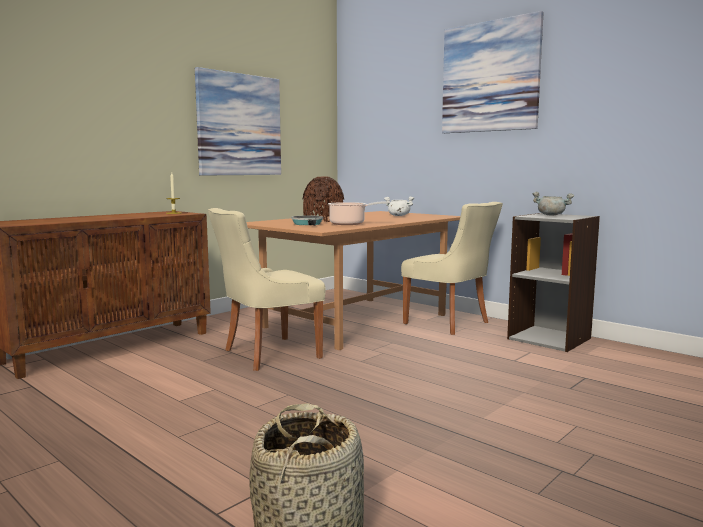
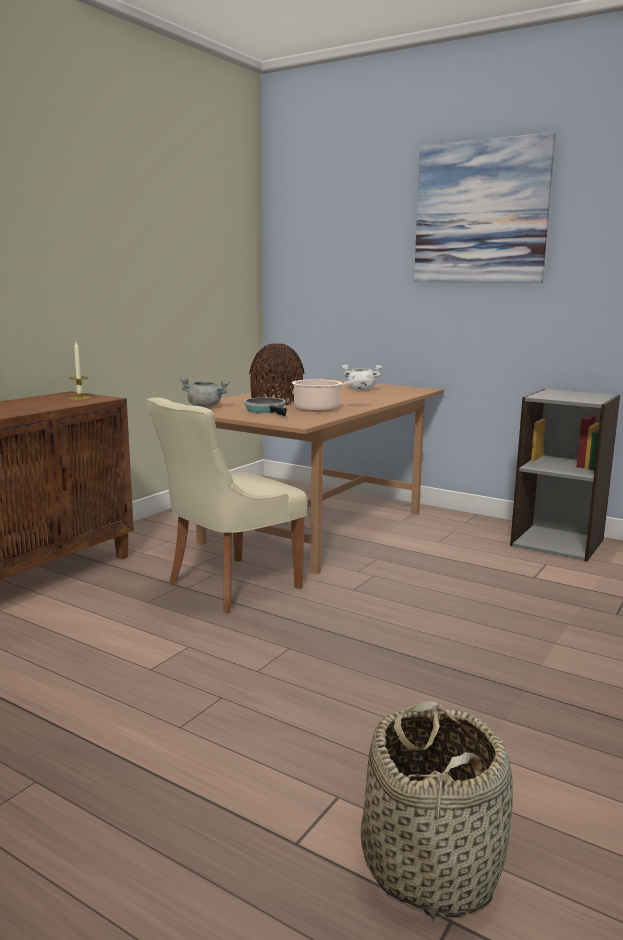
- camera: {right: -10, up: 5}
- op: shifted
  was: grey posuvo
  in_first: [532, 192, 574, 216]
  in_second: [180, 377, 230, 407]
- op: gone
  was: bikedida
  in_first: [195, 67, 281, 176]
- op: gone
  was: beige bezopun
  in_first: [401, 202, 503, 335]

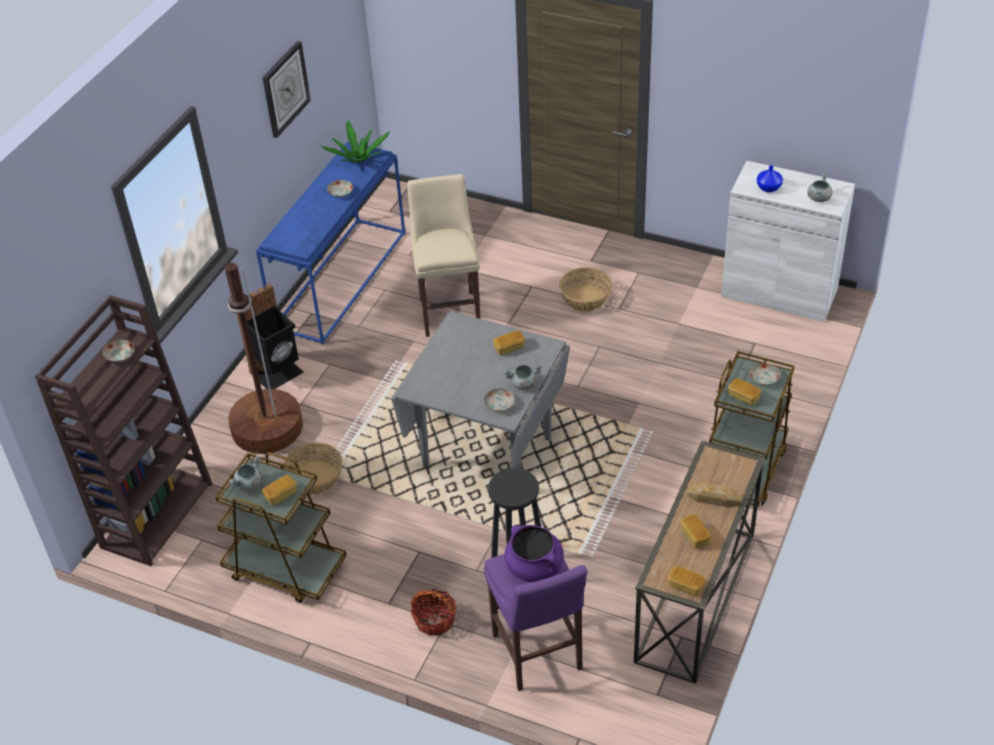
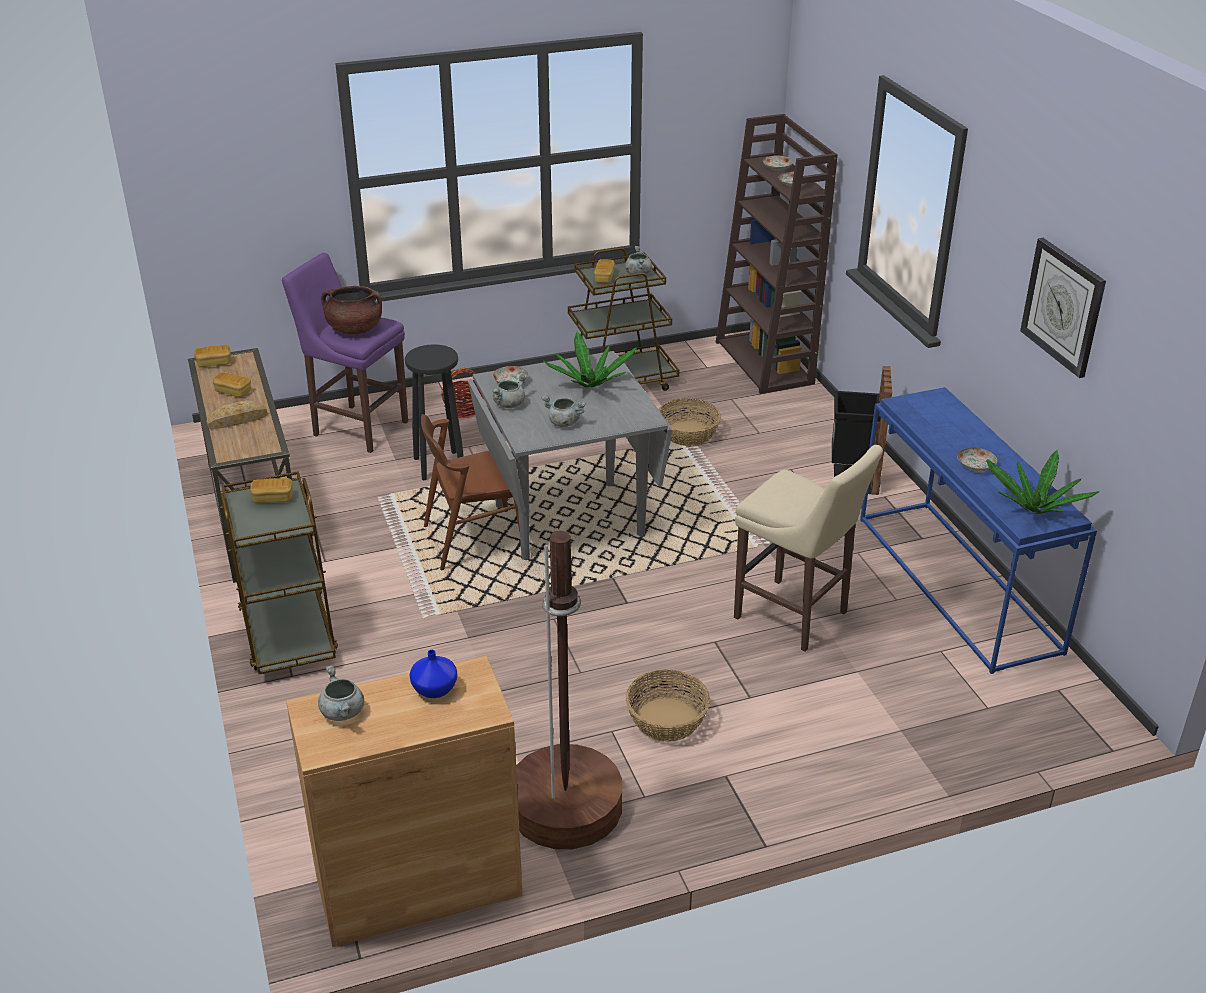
- camera: {right: 135, up: -10}
- op: repainted
  was: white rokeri
  now: brown rokeri
  in_first: [721, 161, 855, 322]
  in_second: [286, 656, 523, 947]
- op: repainted
  was: purple posuvo
  now: brown posuvo
  in_first: [504, 525, 564, 582]
  in_second: [321, 286, 382, 334]
- op: new
  now: brown bezopun
  in_second: [421, 414, 520, 570]
- op: shifted
  was: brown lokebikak
  in_first: [225, 263, 303, 454]
  in_second: [516, 531, 622, 849]
- op: swapped
  was: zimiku
  now: grey posuvo
  in_first: [493, 330, 525, 355]
  in_second: [541, 395, 586, 427]
- op: new
  now: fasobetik
  in_second: [543, 331, 637, 387]
- op: shifted
  was: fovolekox
  in_first: [750, 363, 781, 385]
  in_second: [763, 156, 793, 171]

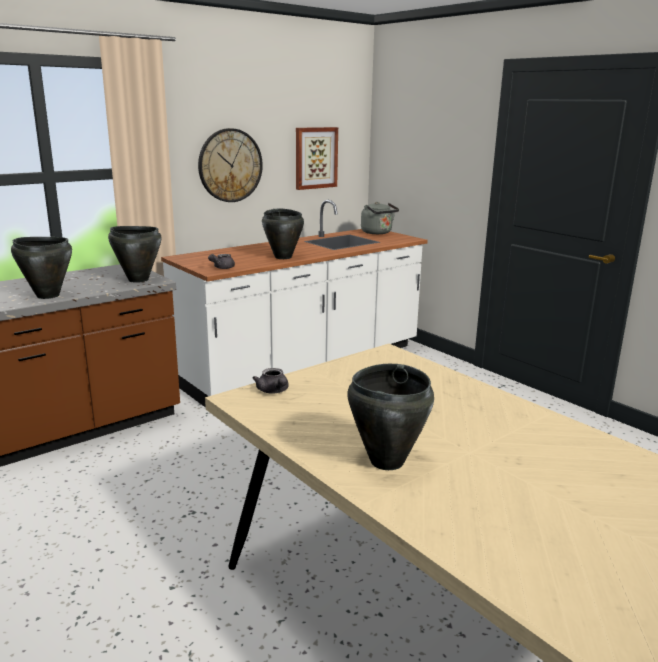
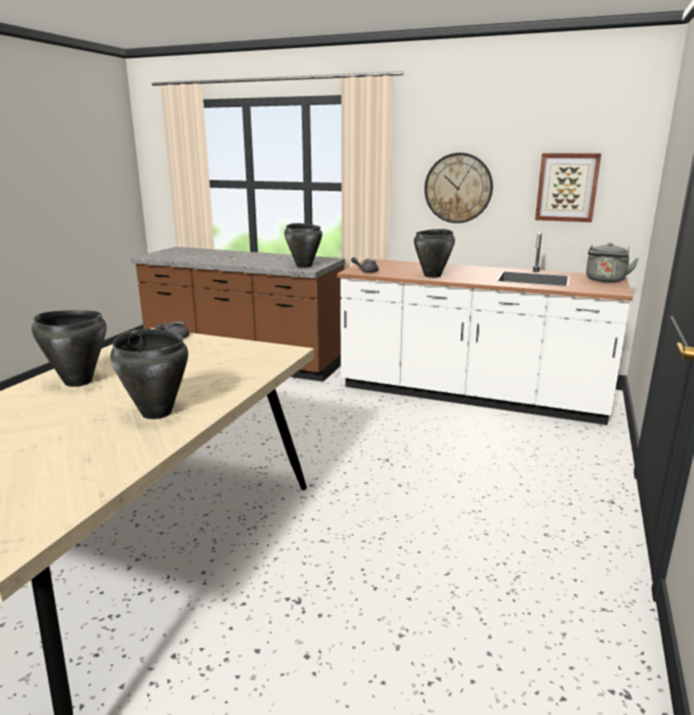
- camera: {right: 60, up: 0}
- op: shifted
  was: black posuvo
  in_first: [11, 237, 72, 299]
  in_second: [110, 329, 188, 419]

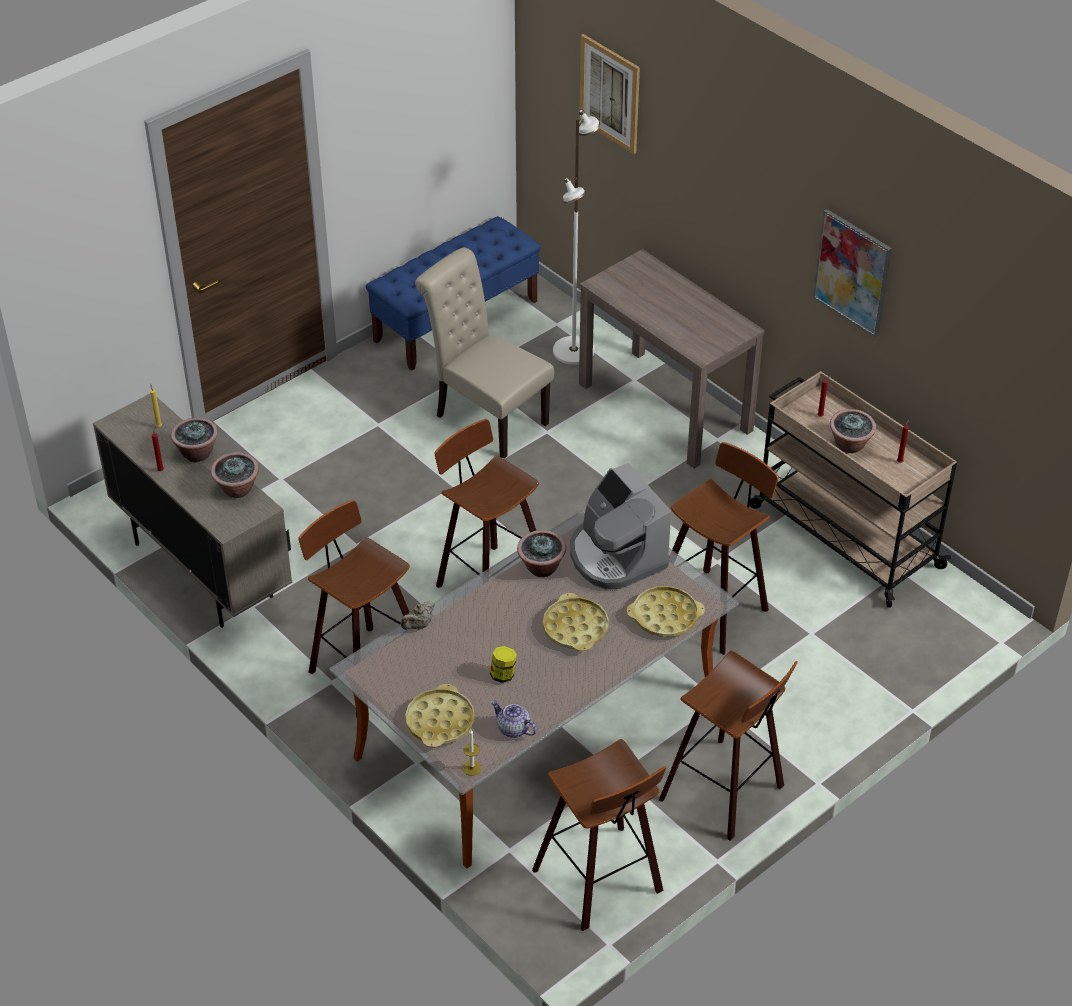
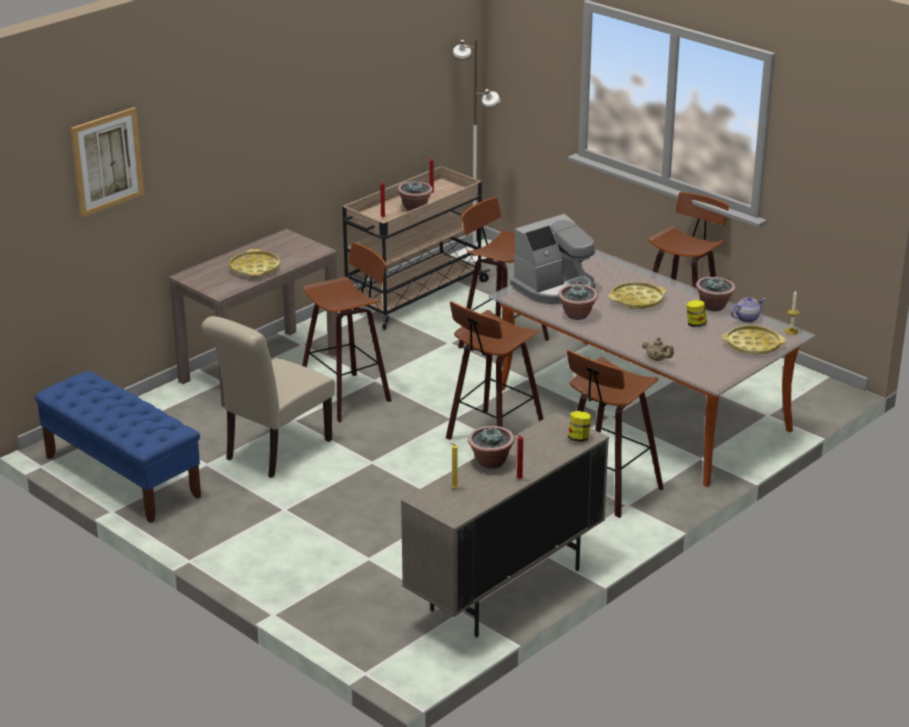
- camera: {right: -95, up: -15}
- op: shifted
  was: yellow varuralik
  in_first: [627, 586, 705, 637]
  in_second: [230, 249, 280, 276]
- op: shifted
  was: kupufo
  in_first: [532, 739, 666, 931]
  in_second: [302, 243, 392, 423]
- op: shifted
  was: white lokebikak
  in_first: [553, 110, 600, 365]
  in_second: [452, 40, 501, 265]
- op: new
  now: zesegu
  in_second: [568, 411, 592, 442]
- op: shifted
  was: fasobetik
  in_first: [211, 452, 259, 498]
  in_second: [696, 277, 735, 312]
- op: rotated
  was: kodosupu
  in_first: [491, 700, 537, 738]
  in_second: [731, 297, 766, 323]
  clockwise: -150
- op: gone
  was: bikedida
  in_first: [813, 209, 892, 337]

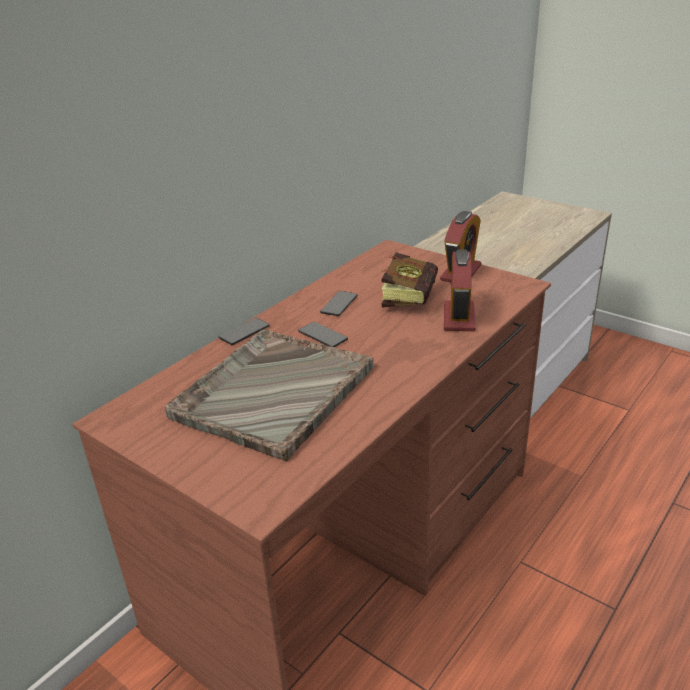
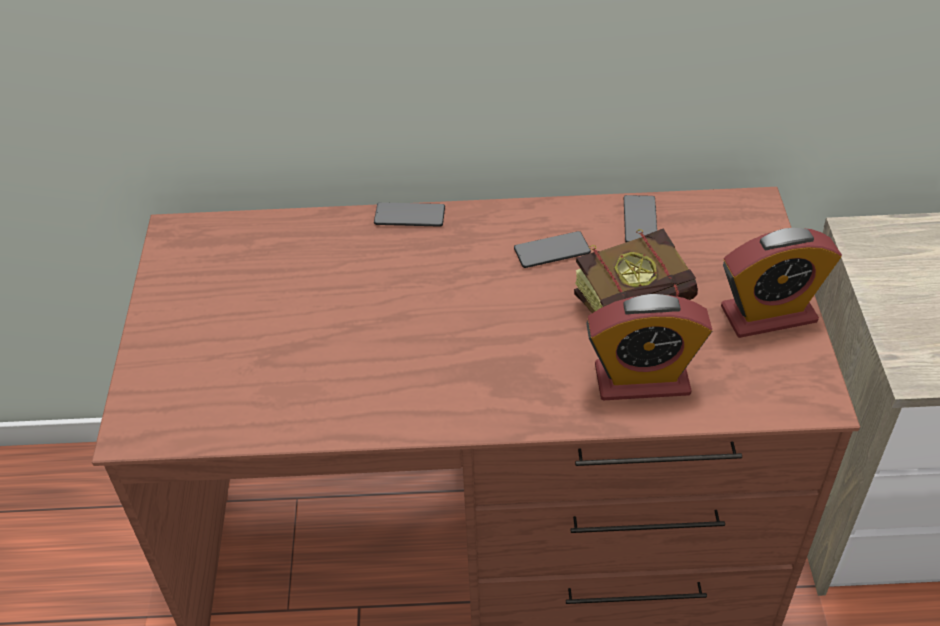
- camera: {right: 50, up: 15}
- op: rotated
  was: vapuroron
  in_first: [444, 249, 476, 331]
  in_second: [586, 294, 712, 400]
  clockwise: -150
- op: shifted
  was: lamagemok
  in_first: [298, 322, 348, 347]
  in_second: [624, 195, 657, 242]
- op: gone
  was: grey varuralik
  in_first: [165, 329, 373, 461]

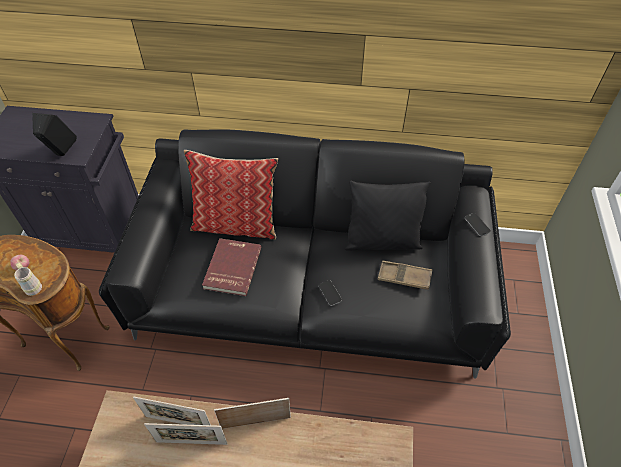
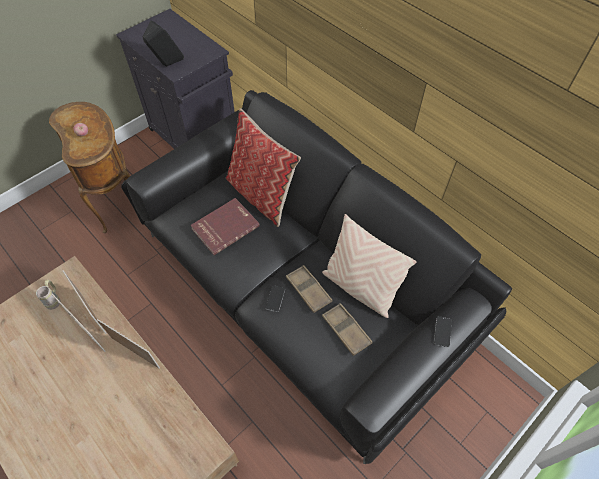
- camera: {right: 40, up: 5}
- op: shifted
  was: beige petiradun
  in_first: [14, 263, 42, 296]
  in_second: [36, 280, 61, 310]
- op: new
  now: brown varuralik
  in_second: [286, 265, 332, 313]
- op: repainted
  was: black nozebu
  now: beige nozebu
  in_first: [345, 181, 431, 250]
  in_second: [322, 214, 417, 318]

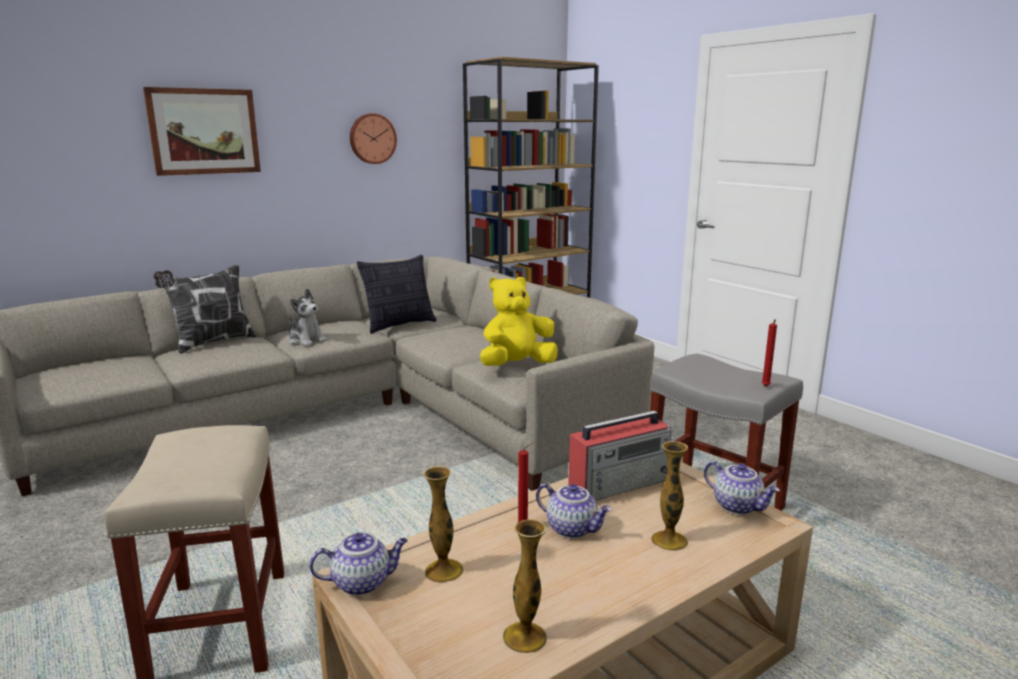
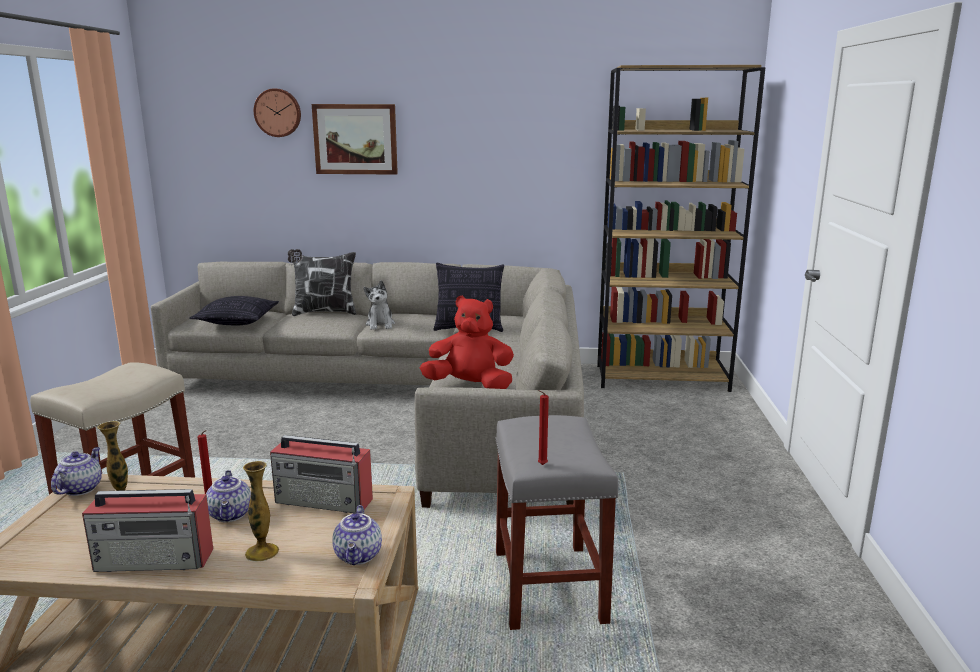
- camera: {right: 40, up: 0}
- op: rotated
  was: kodosupu
  in_first: [309, 532, 408, 596]
  in_second: [51, 447, 102, 496]
  clockwise: -105
- op: new
  now: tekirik
  in_second: [82, 489, 213, 572]
- op: new
  now: nozebu
  in_second: [189, 296, 279, 325]
- op: shifted
  was: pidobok
  in_first: [350, 113, 397, 164]
  in_second: [254, 88, 301, 137]
- op: repainted
  was: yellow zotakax
  now: red zotakax
  in_first: [480, 277, 558, 366]
  in_second: [420, 296, 514, 389]
- op: gone
  was: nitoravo
  in_first: [502, 519, 547, 653]

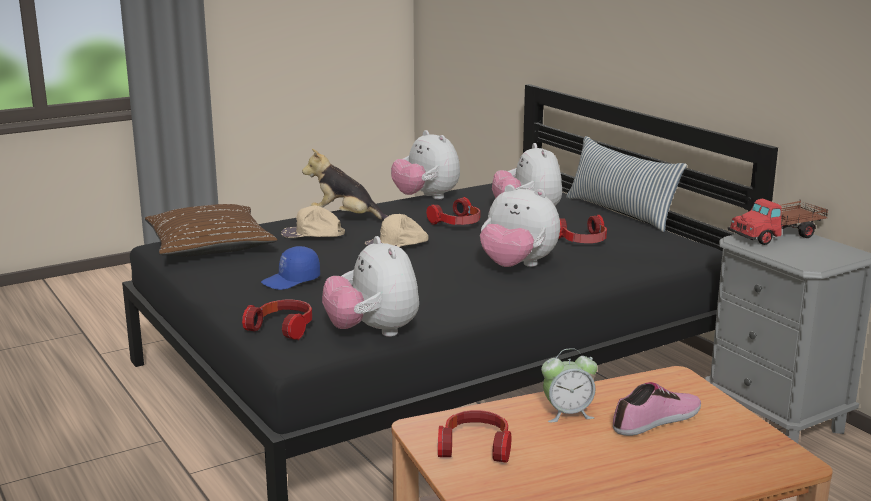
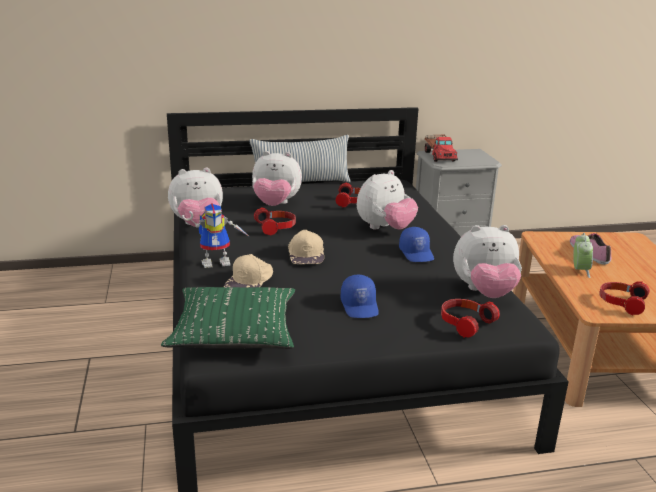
- camera: {right: -70, up: 5}
- op: repainted
  was: brown nozebu
  now: green nozebu
  in_first: [145, 204, 278, 257]
  in_second: [161, 287, 295, 349]
- op: swapped
  was: zotakax
  now: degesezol
  in_first: [302, 149, 388, 221]
  in_second: [182, 203, 248, 268]
- op: new
  now: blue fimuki
  in_second: [399, 227, 434, 262]

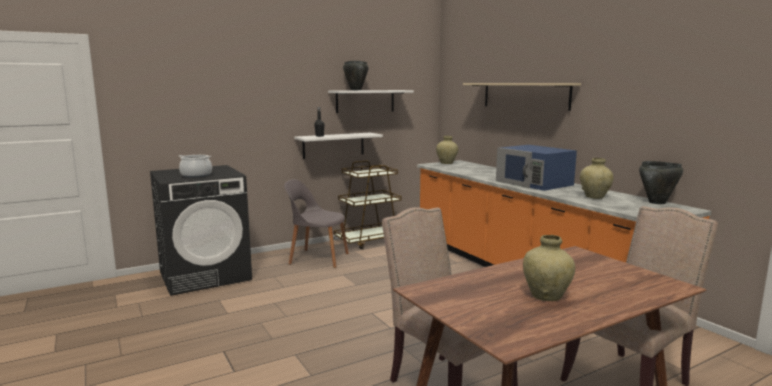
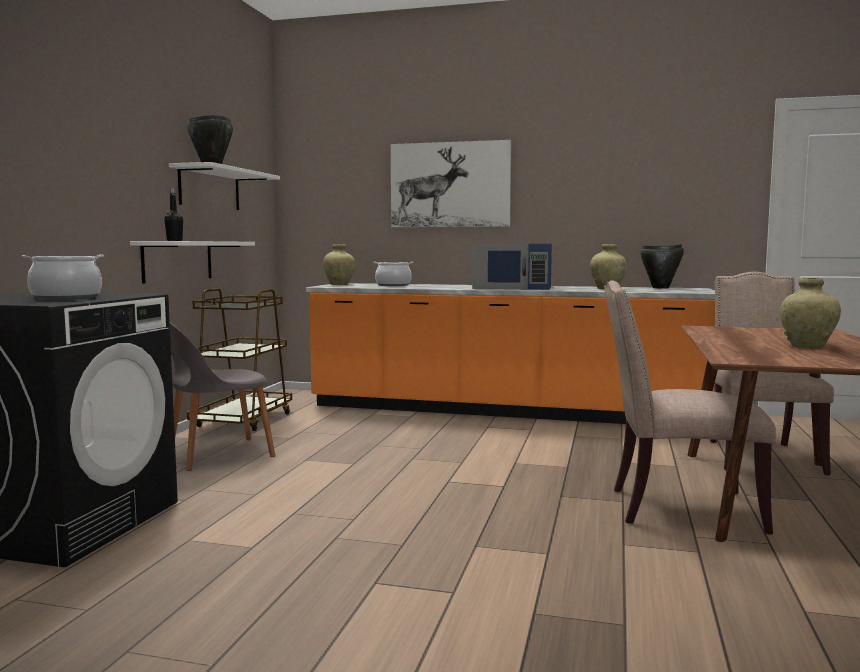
- camera: {right: -45, up: -5}
- op: new
  now: posuvo
  in_second: [373, 262, 413, 286]
- op: swapped
  was: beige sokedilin
  now: bikedida
  in_first: [463, 83, 581, 111]
  in_second: [391, 140, 511, 227]

